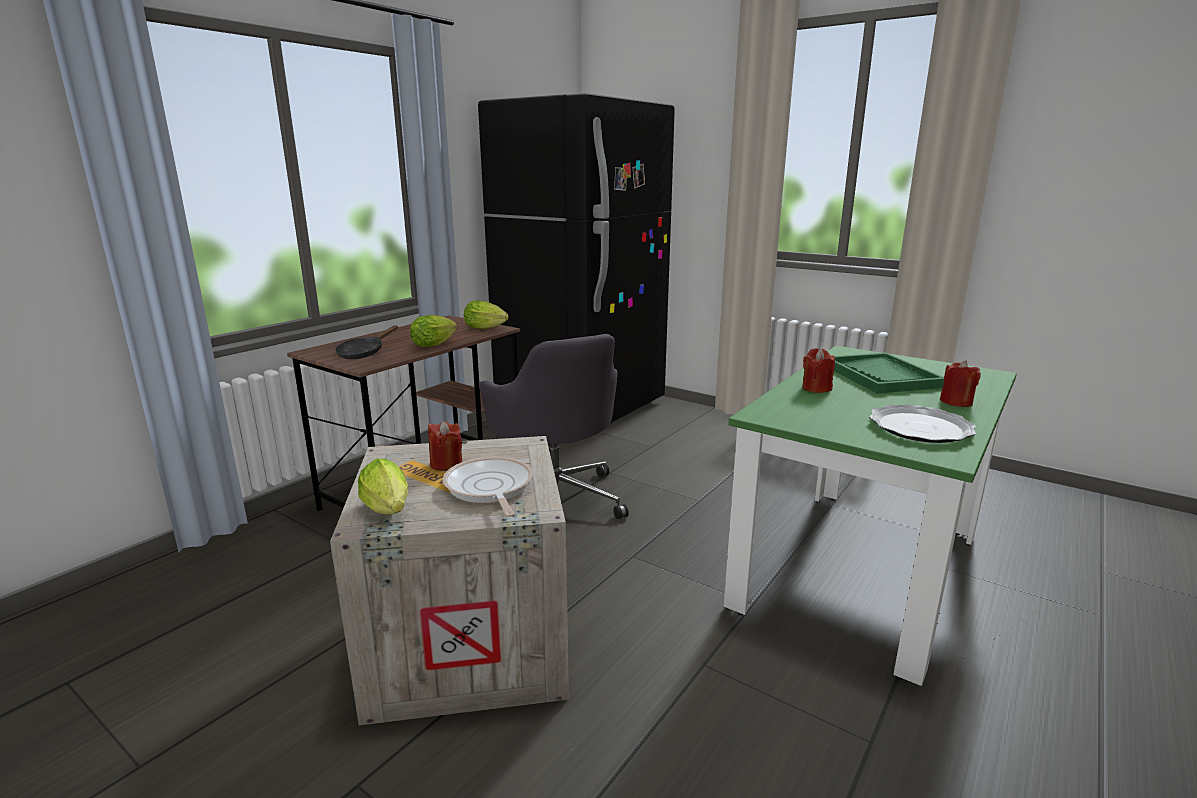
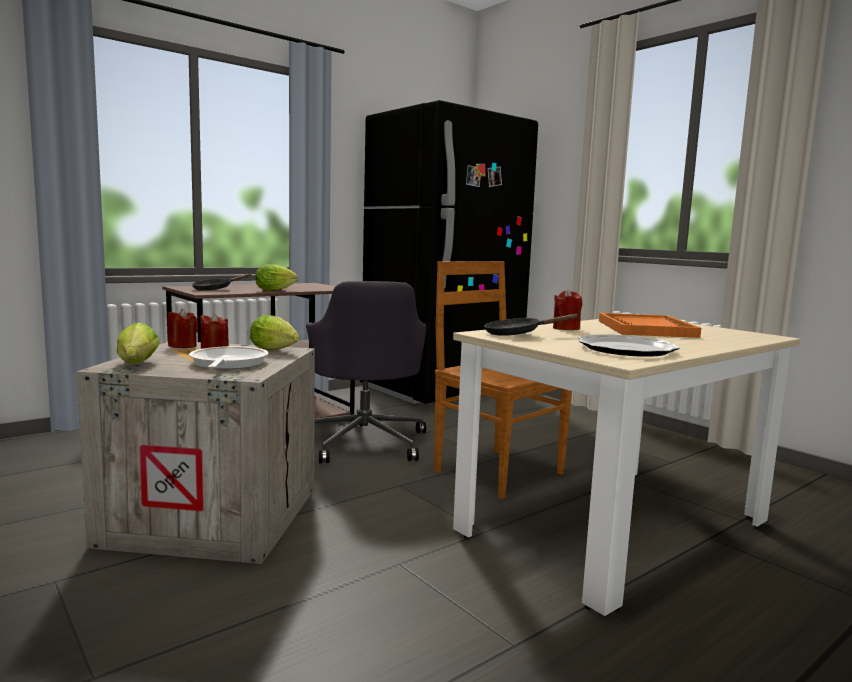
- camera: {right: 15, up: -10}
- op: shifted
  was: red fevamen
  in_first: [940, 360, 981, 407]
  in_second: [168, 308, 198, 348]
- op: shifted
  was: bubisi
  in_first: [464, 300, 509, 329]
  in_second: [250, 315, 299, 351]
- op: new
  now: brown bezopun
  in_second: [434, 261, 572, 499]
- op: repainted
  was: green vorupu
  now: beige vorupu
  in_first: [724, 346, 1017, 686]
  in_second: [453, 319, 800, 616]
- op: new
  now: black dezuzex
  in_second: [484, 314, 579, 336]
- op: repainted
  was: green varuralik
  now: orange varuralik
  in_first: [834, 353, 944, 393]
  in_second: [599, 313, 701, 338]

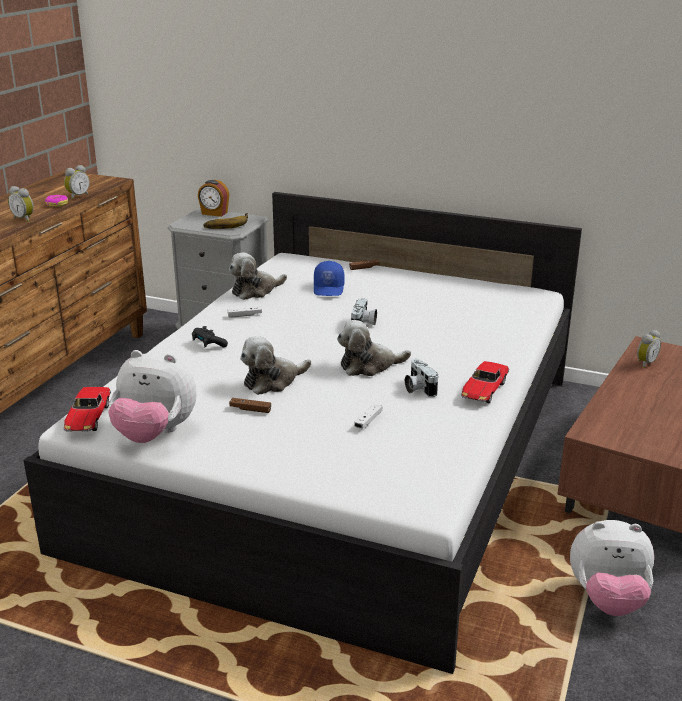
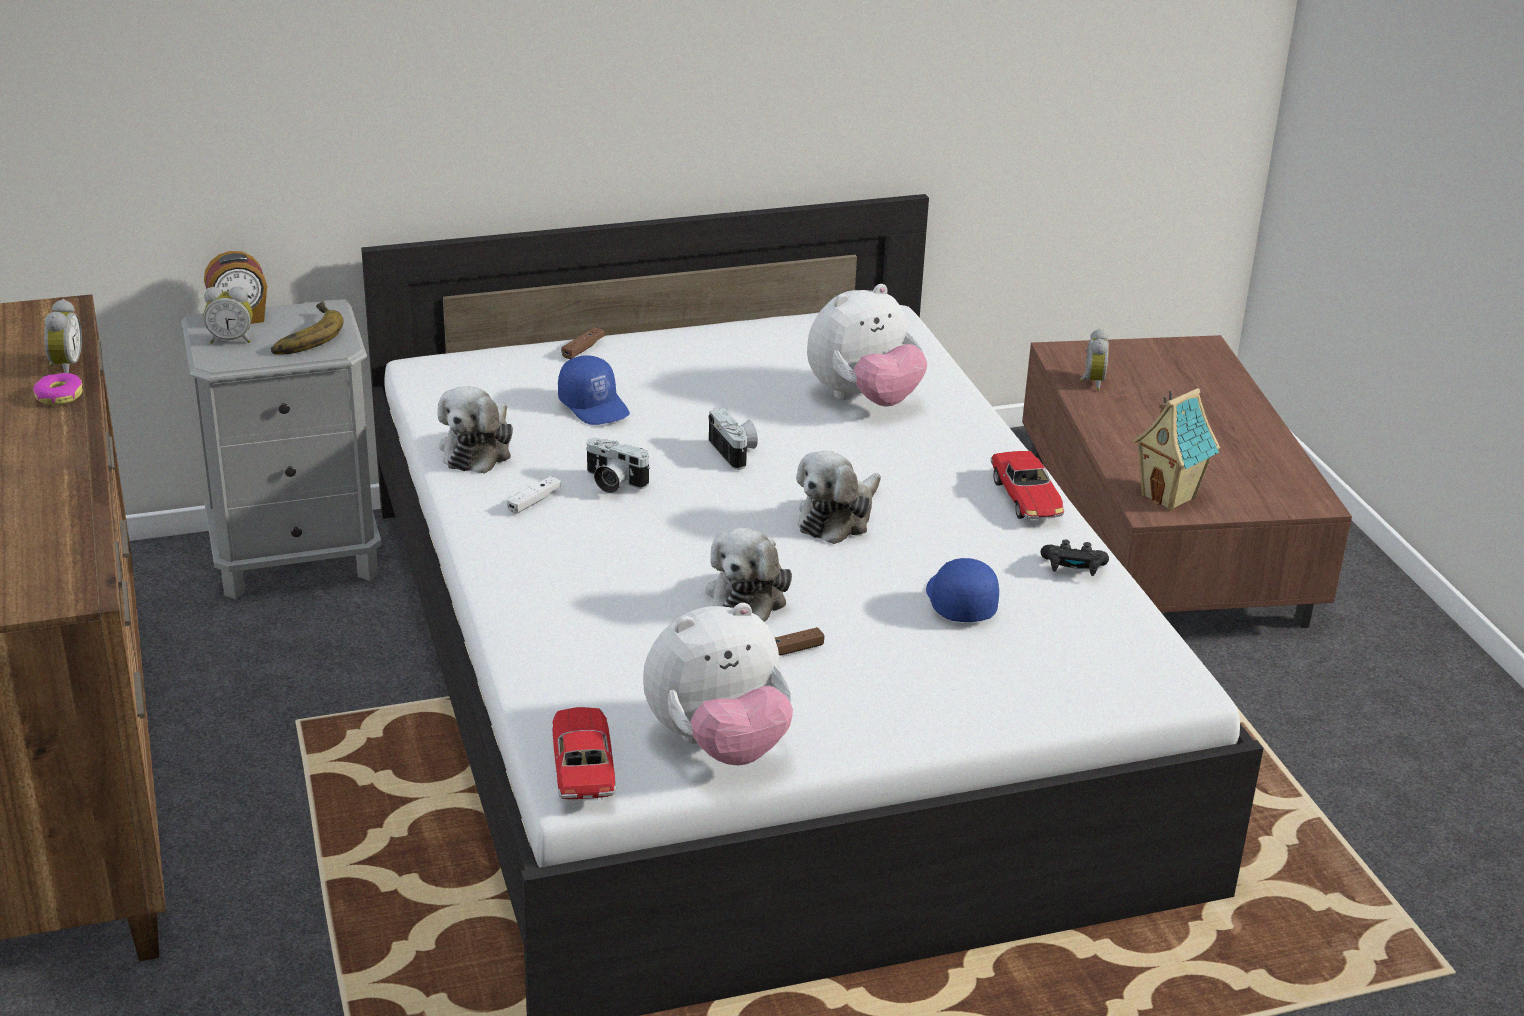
- camera: {right: -40, up: 5}
- op: shifted
  was: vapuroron
  in_first: [8, 186, 34, 222]
  in_second: [203, 287, 252, 344]
- op: rotated
  was: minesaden
  in_first: [63, 387, 111, 432]
  in_second: [552, 707, 616, 801]
  clockwise: -150
- op: shifted
  was: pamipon
  in_first: [405, 359, 438, 397]
  in_second: [586, 438, 650, 493]
- op: shifted
  was: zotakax
  in_first: [570, 520, 654, 616]
  in_second: [807, 284, 927, 407]
- op: swapped
  was: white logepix
  now: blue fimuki
  in_first: [354, 404, 382, 429]
  in_second: [926, 558, 999, 622]
- op: shifted
  was: black logepix
  in_first: [192, 326, 228, 347]
  in_second: [1041, 539, 1109, 576]
- op: new
  now: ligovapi
  in_second: [1133, 388, 1220, 511]

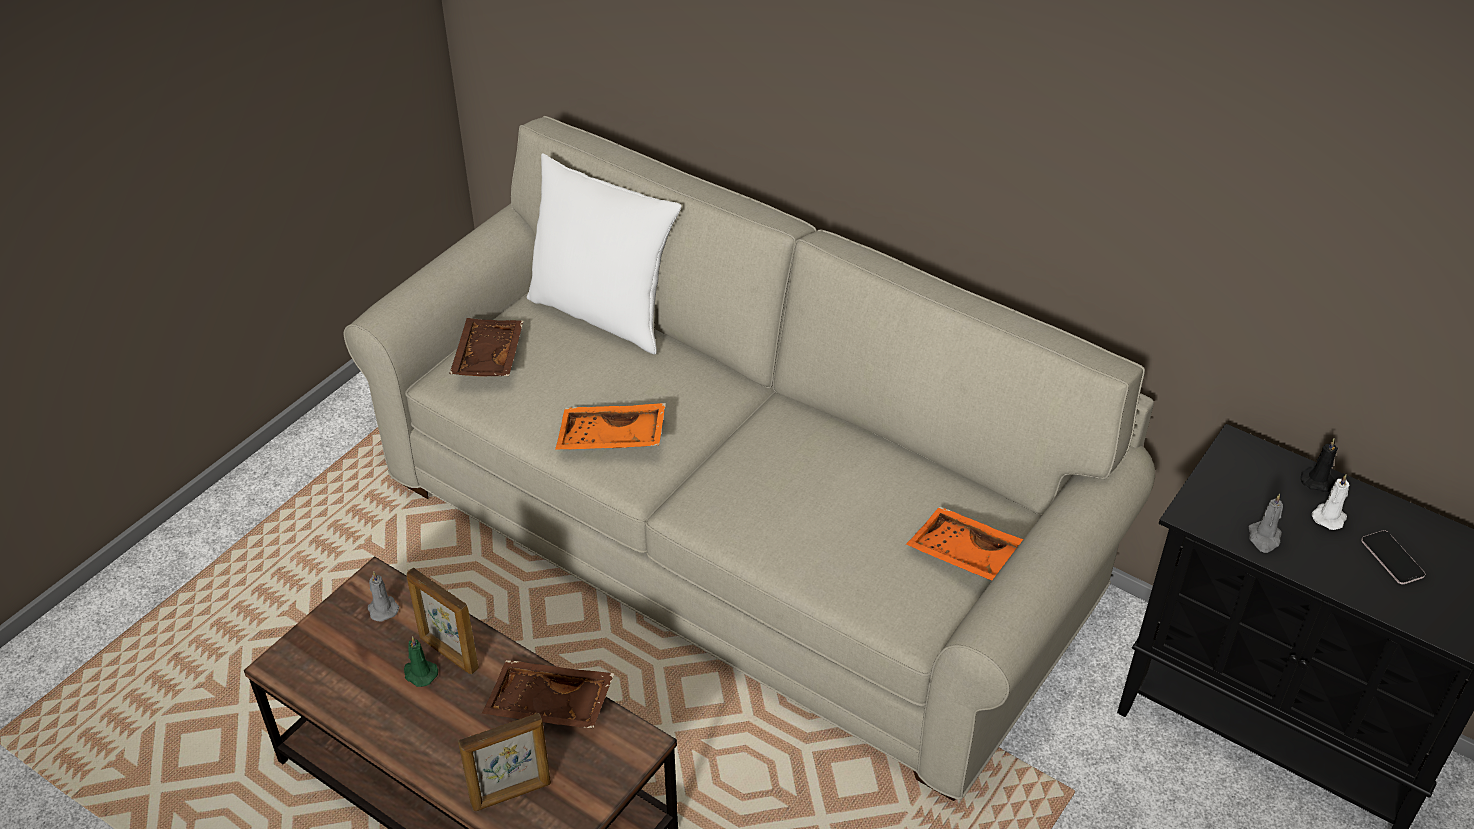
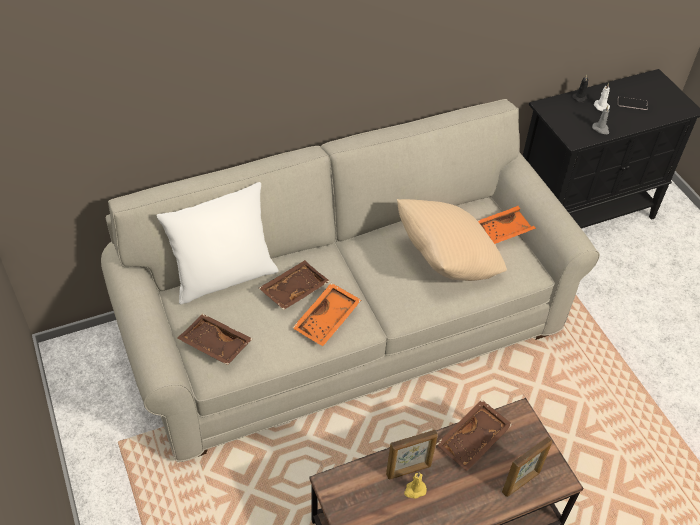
- camera: {right: -60, up: 5}
- op: new
  now: brown varuralik
  in_second: [259, 260, 330, 310]
- op: new
  now: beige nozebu
  in_second: [397, 199, 507, 281]
- op: repainted
  was: green fevamen
  now: yellow fevamen
  in_first: [404, 636, 438, 687]
  in_second: [404, 472, 427, 499]
- op: rotated
  was: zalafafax
  in_first: [458, 713, 551, 811]
  in_second: [502, 437, 552, 497]
  clockwise: 45
- op: gone
  was: grey fevamen
  in_first: [368, 572, 399, 622]

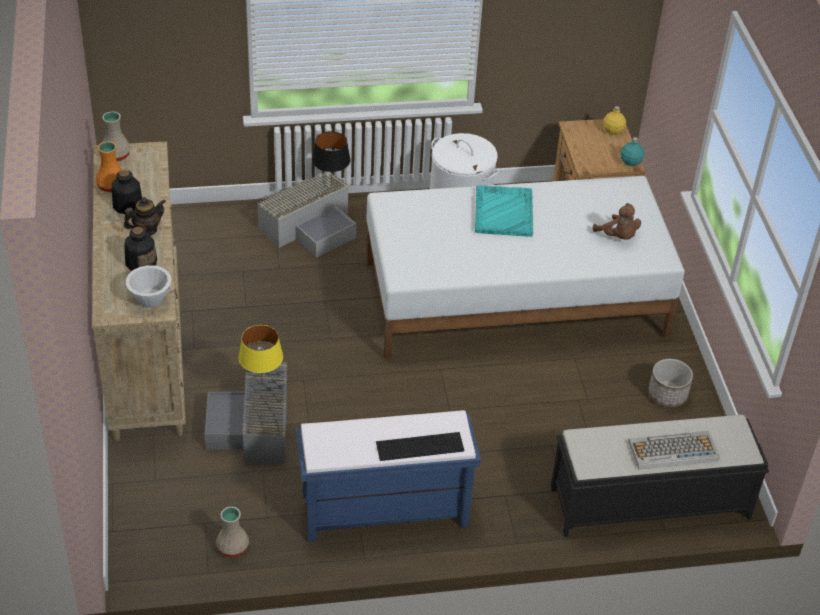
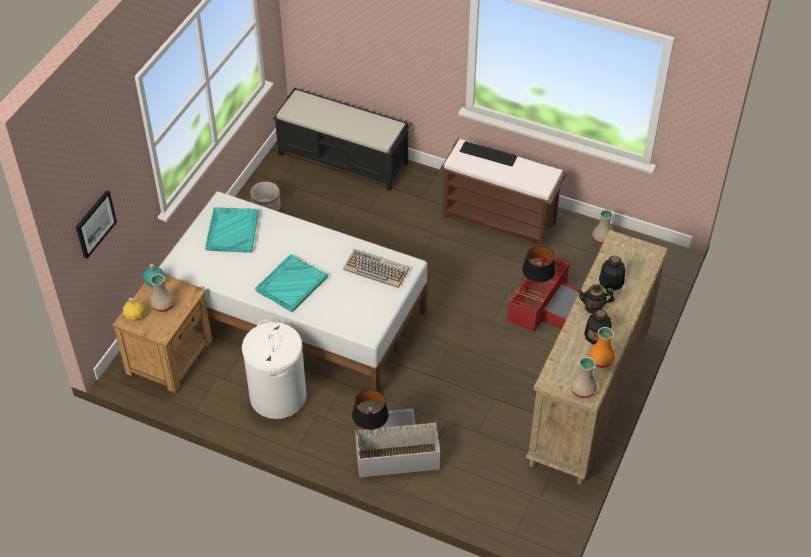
- camera: {right: -145, up: 5}
- op: new
  now: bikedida
  in_second: [76, 190, 117, 259]
- op: new
  now: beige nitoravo
  in_second: [150, 274, 174, 312]
- op: swapped
  was: brown zotakax
  now: turquoise varuralik
  in_first: [593, 203, 641, 240]
  in_second: [205, 207, 259, 253]
- op: shifted
  was: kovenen
  in_first: [628, 431, 720, 470]
  in_second: [343, 249, 409, 288]
- op: repainted
  was: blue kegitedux
  now: brown kegitedux
  in_first: [296, 410, 481, 542]
  in_second: [440, 139, 566, 246]
- op: repainted
  was: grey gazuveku
  now: red gazuveku
  in_first: [204, 362, 287, 463]
  in_second: [507, 257, 580, 332]
- op: repainted
  was: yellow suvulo
  now: black suvulo
  in_first: [239, 325, 283, 378]
  in_second: [522, 246, 556, 285]
- op: gone
  was: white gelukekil
  in_first: [126, 265, 171, 308]

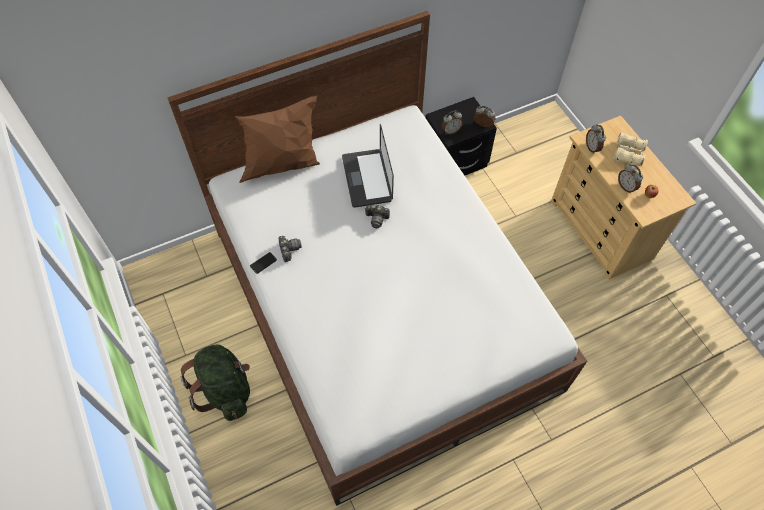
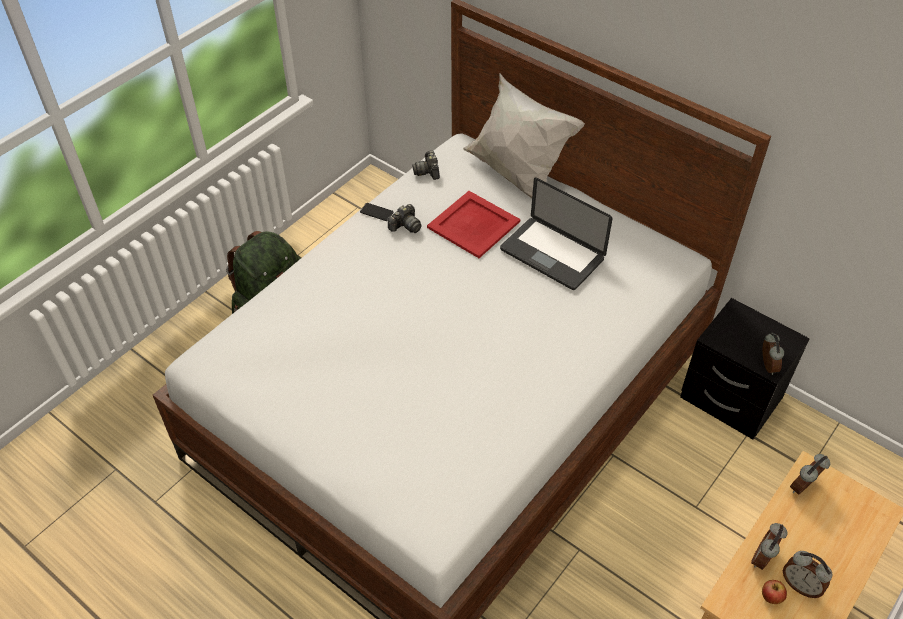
- camera: {right: 65, up: -10}
- op: shifted
  was: pamipon
  in_first: [365, 205, 390, 228]
  in_second: [412, 150, 440, 180]
- op: new
  now: red varuralik
  in_second: [427, 191, 520, 258]
- op: repainted
  was: brown nozebu
  now: white nozebu
  in_first: [235, 95, 320, 183]
  in_second: [463, 74, 585, 198]
- op: rotated
  was: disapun
  in_first: [342, 124, 394, 208]
  in_second: [500, 178, 613, 290]
  clockwise: -105
- op: shifted
  was: vapuroron
  in_first: [441, 111, 463, 135]
  in_second: [783, 551, 832, 598]
- op: gone
  was: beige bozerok
  in_first: [614, 133, 648, 166]

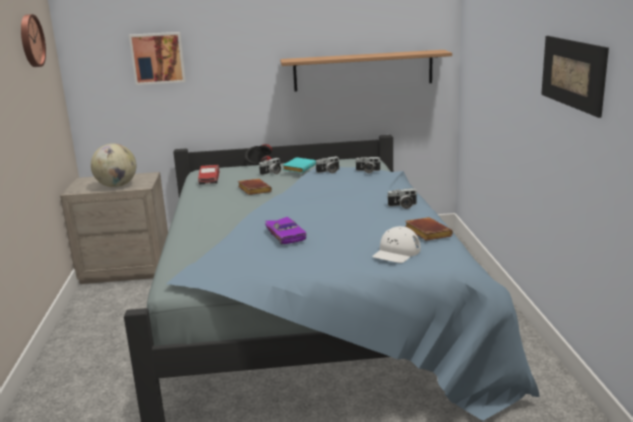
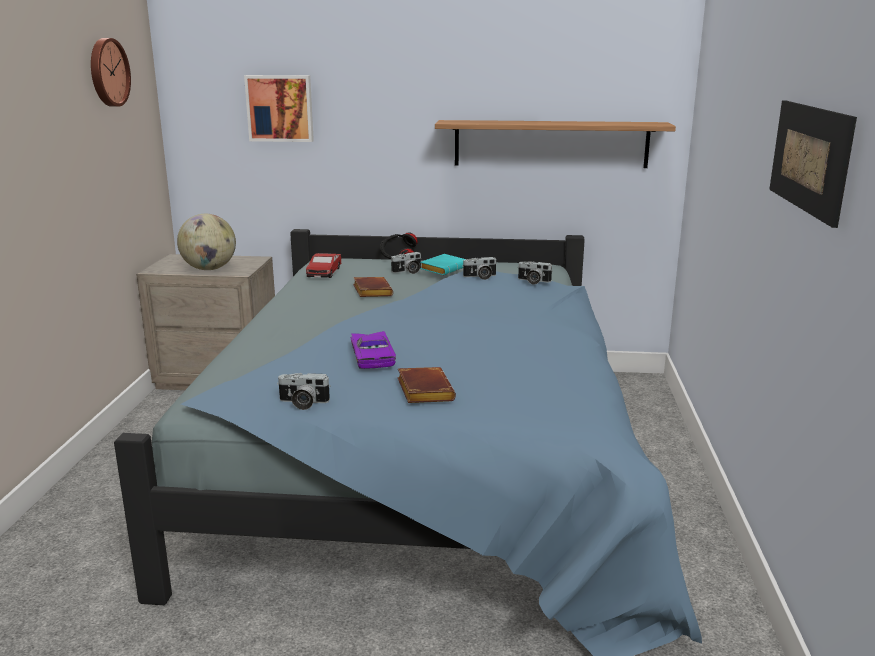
- camera: {right: 10, up: 0}
- op: shifted
  was: pamipon
  in_first: [388, 188, 418, 209]
  in_second: [277, 373, 331, 410]
- op: shifted
  was: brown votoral
  in_first: [405, 217, 453, 241]
  in_second: [397, 367, 456, 403]
- op: gone
  was: white fimuki
  in_first: [372, 226, 421, 263]

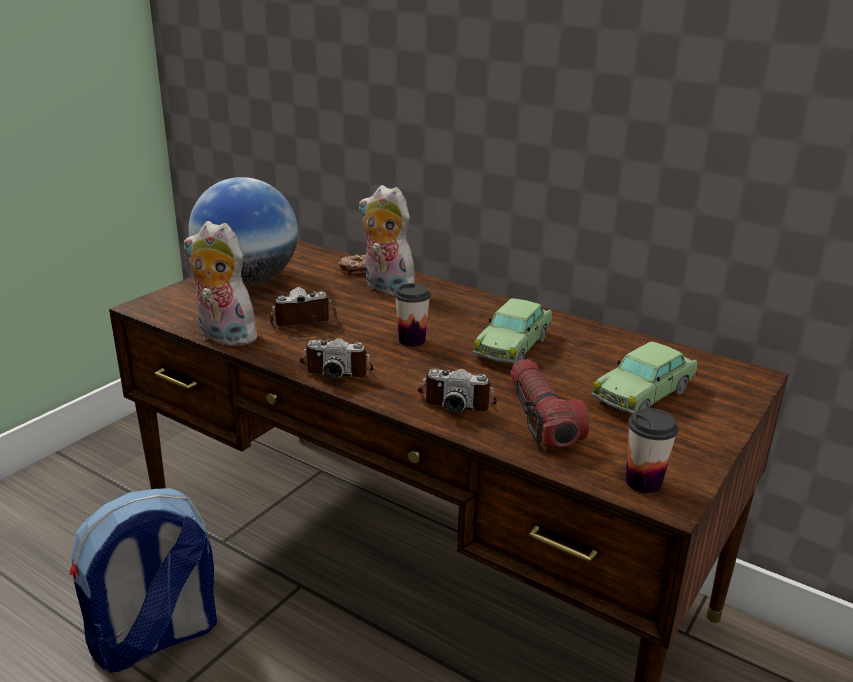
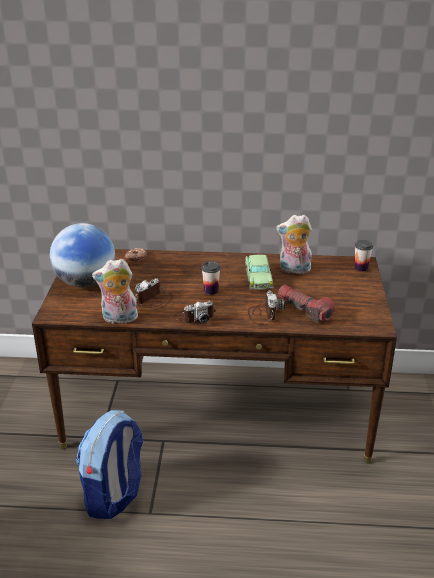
- camera: {right: -30, up: 5}
- op: rotated
  was: pamipon
  in_first: [418, 369, 497, 413]
  in_second: [248, 290, 285, 325]
  clockwise: -75
- op: shifted
  was: zotakax
  in_first: [359, 185, 415, 296]
  in_second: [276, 215, 312, 274]
- op: shifted
  was: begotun
  in_first: [626, 408, 678, 493]
  in_second: [355, 240, 373, 272]
- op: gone
  was: minesaden
  in_first: [591, 341, 698, 414]

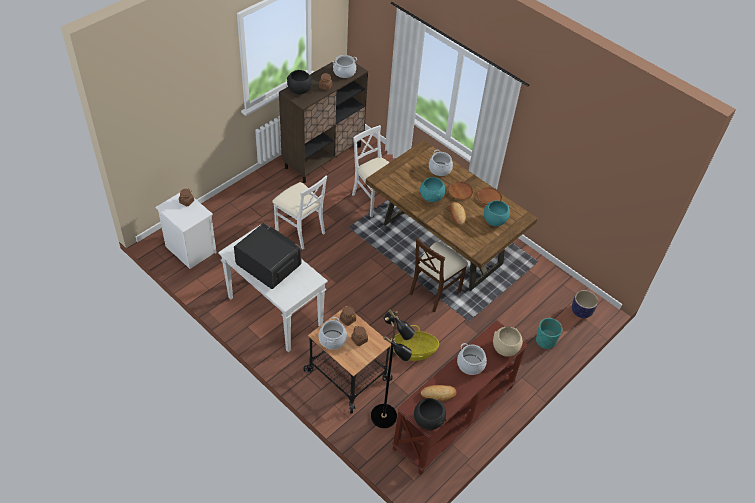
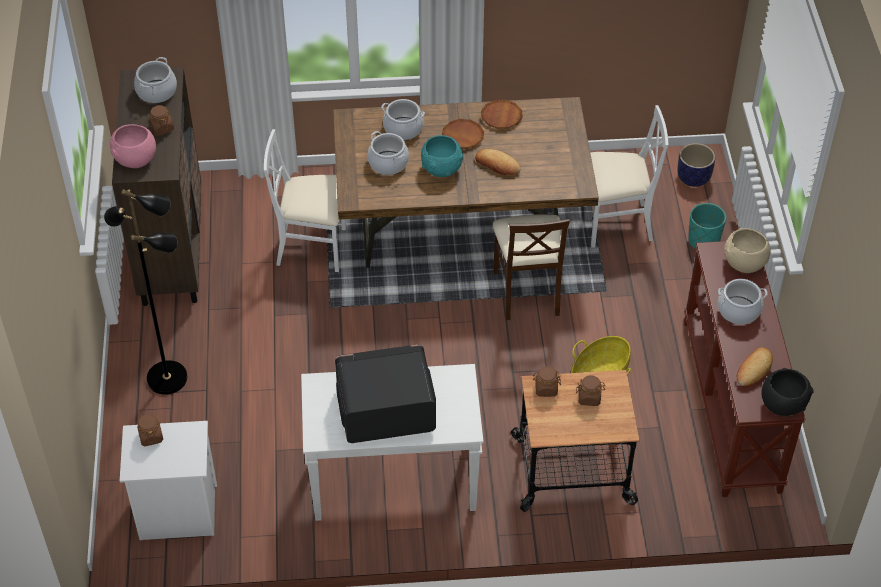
- camera: {right: -45, up: 0}
- op: shifted
  was: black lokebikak
  in_first: [371, 309, 415, 428]
  in_second: [104, 189, 187, 395]
- op: repainted
  was: black gelukekil
  now: pink gelukekil
  in_first: [287, 70, 311, 94]
  in_second: [110, 124, 156, 168]
- op: shifted
  was: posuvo
  in_first: [319, 317, 347, 350]
  in_second: [368, 131, 409, 175]
- op: shifted
  was: white bezopun
  in_first: [272, 176, 327, 249]
  in_second: [583, 105, 668, 248]
- op: gone
  was: turquoise gelukekil
  in_first: [484, 201, 510, 226]

